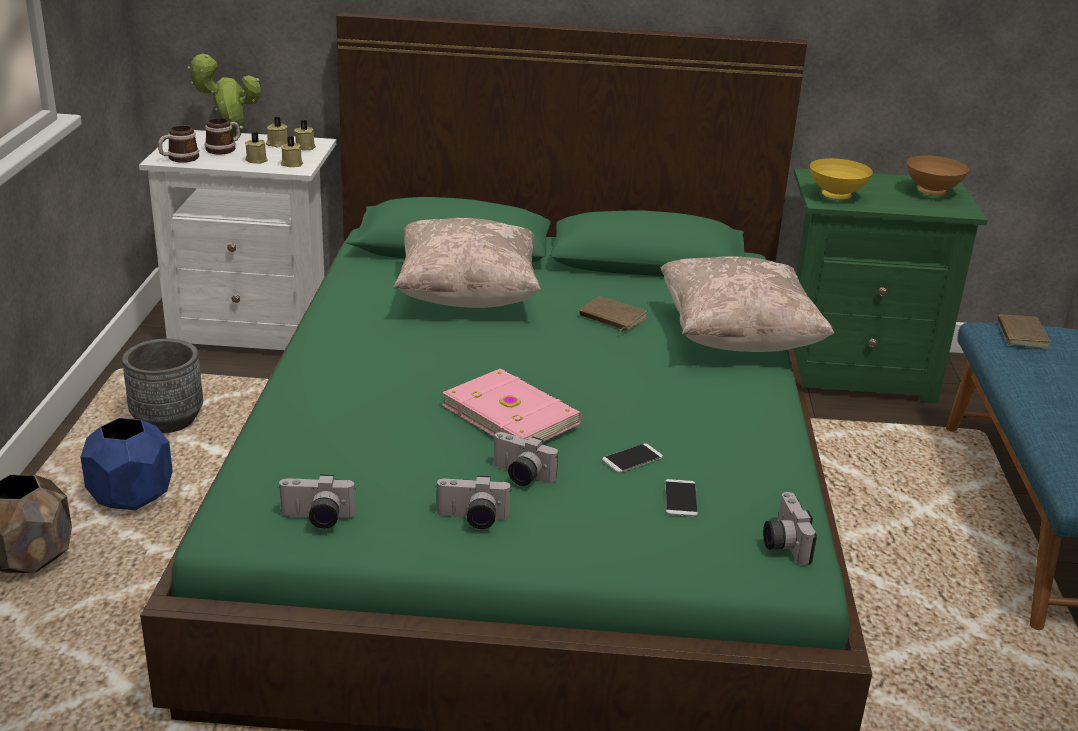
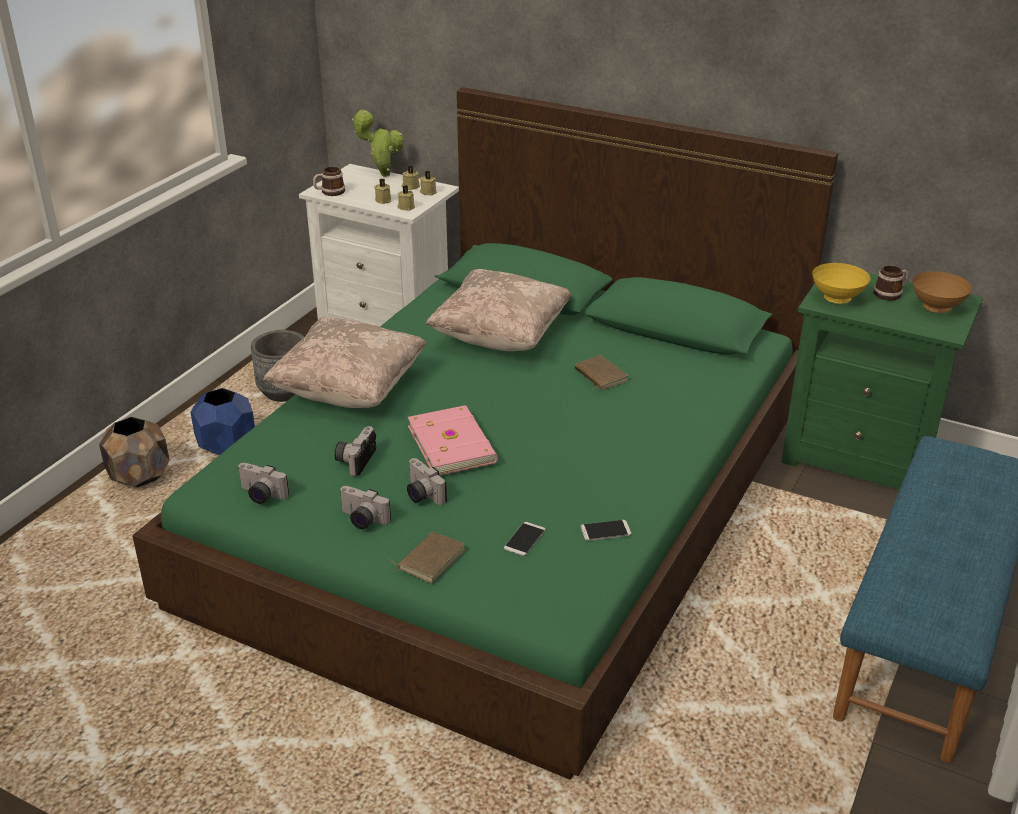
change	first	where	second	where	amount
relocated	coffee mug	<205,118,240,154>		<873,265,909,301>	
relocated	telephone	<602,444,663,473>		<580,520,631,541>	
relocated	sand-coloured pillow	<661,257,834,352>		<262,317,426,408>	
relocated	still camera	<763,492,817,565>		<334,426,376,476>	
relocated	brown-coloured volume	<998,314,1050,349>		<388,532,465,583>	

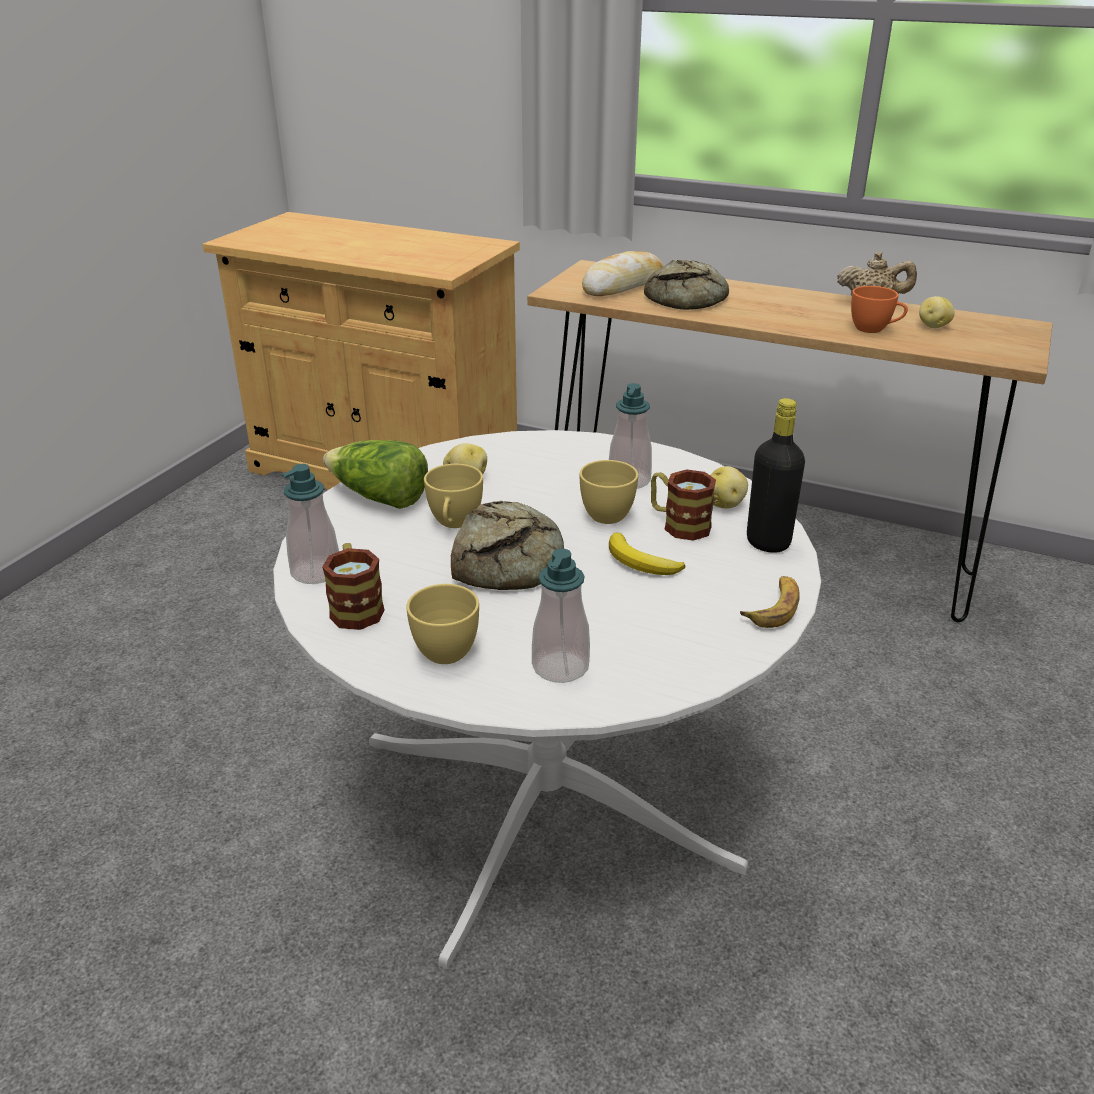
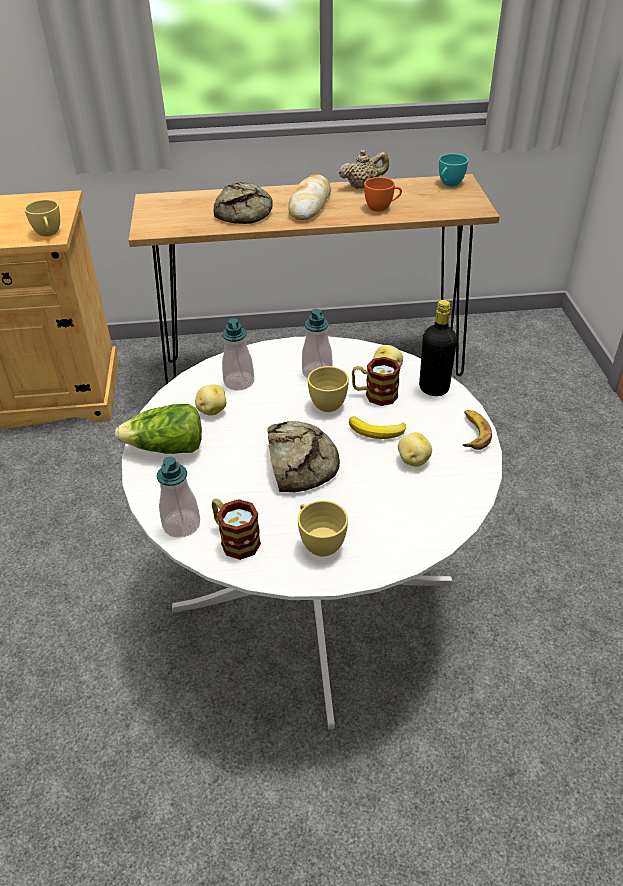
change	first	where	second	where	amount
relocated	yellowish small cup	<424,464,483,528>		<24,199,60,236>	
relocated	liquid soap bottle	<532,548,590,683>		<222,318,254,390>	
relocated	baked bread	<582,251,664,296>		<288,174,331,220>	
relocated	spud	<919,296,954,328>		<398,432,432,467>	
appeared			blue-green small cup	<439,154,468,186>	

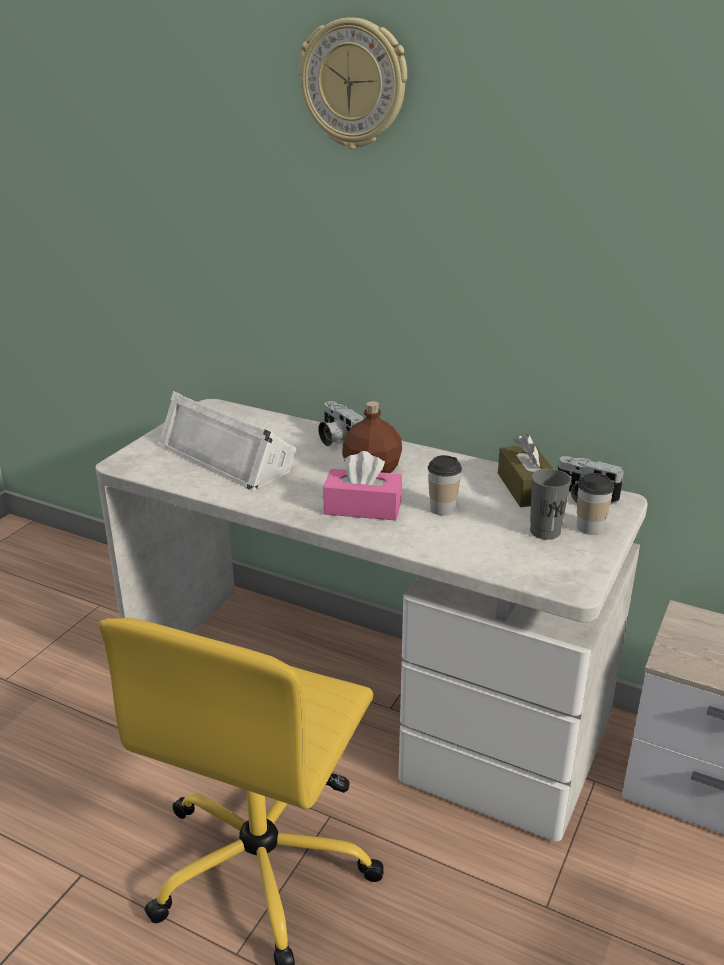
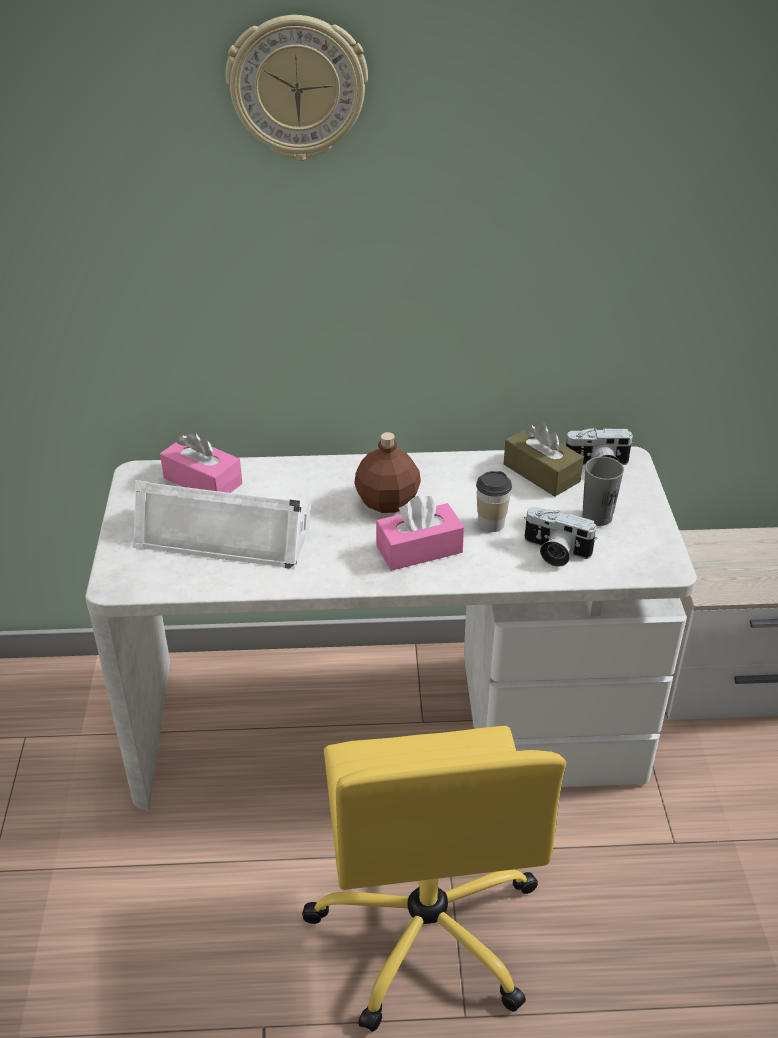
change	first	where	second	where	amount
relocated	still camera	<318,401,363,446>		<524,507,597,567>	
missing	small cup	<577,473,614,535>			
appeared			pink tissue box	<160,431,242,493>	

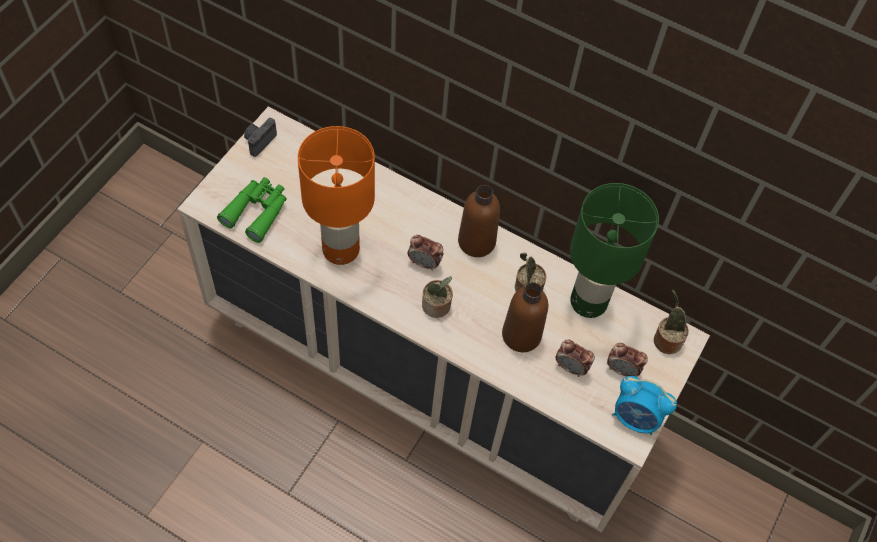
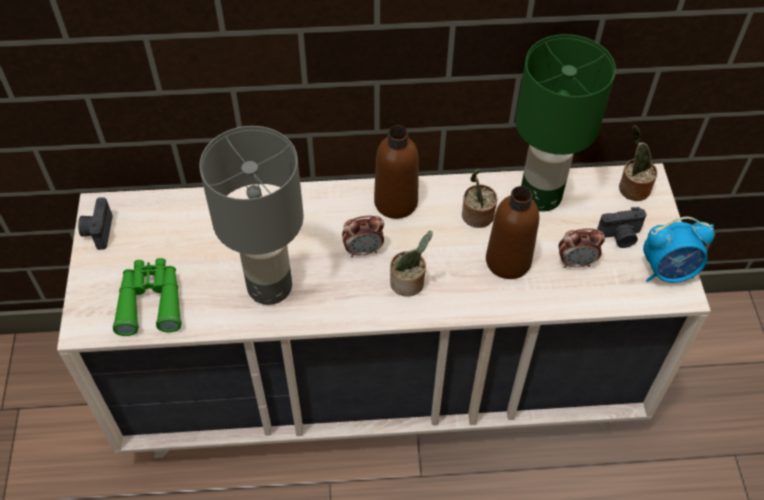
change	first	where	second	where	amount
colour	orangey table lamp	<298,126,375,265>	grey table lamp	<199,126,303,305>	
exchanged	bedside clock	<607,343,648,377>	still camera	<597,207,647,248>	

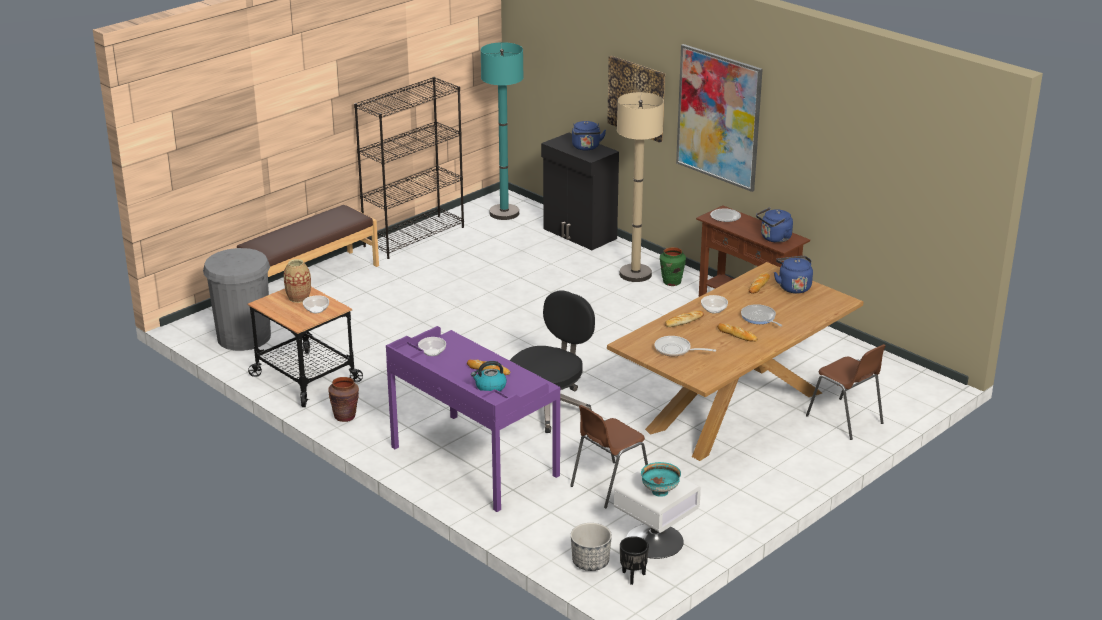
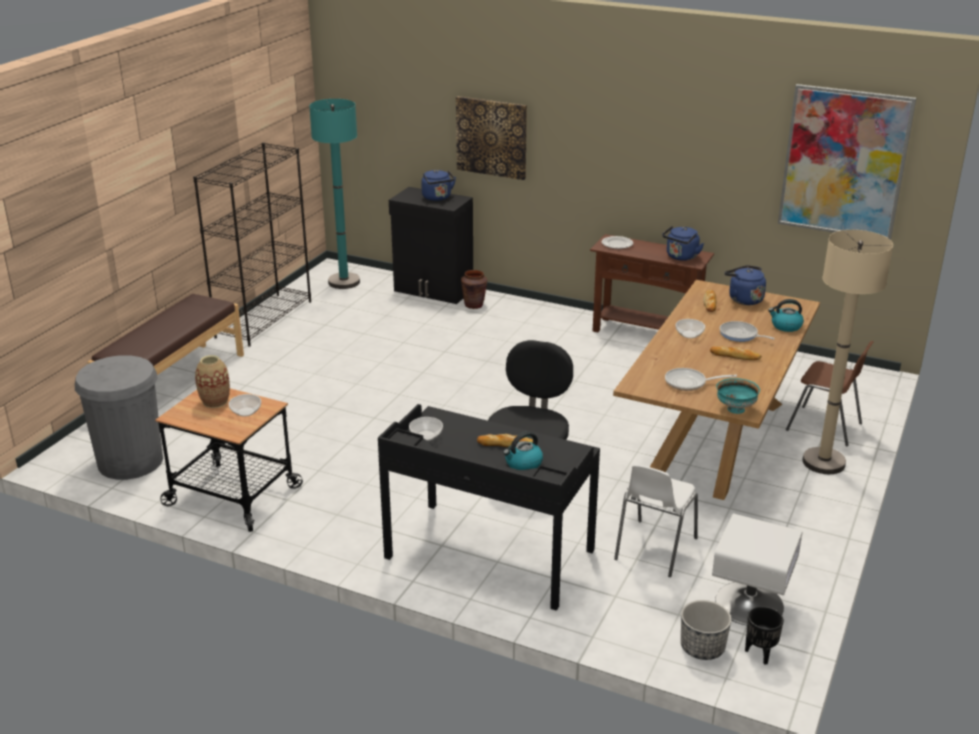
change	first	where	second	where	amount
relocated	brown-coloured vase	<328,377,359,422>		<461,270,487,309>	
colour	purplish desk table	<386,326,560,512>	black-coloured desk table	<378,404,600,611>	
colour	brown-coloured chair	<570,405,648,508>	whitish chair	<614,464,698,577>	
relocated	sand-coloured standard lamp	<617,92,664,282>		<802,230,893,474>	
relocated	blue-green bowl	<641,462,681,497>		<716,378,760,414>	
missing	green vase	<660,247,686,286>			
missing	baked bread	<665,311,704,327>			
relocated	picture	<676,44,763,192>		<778,84,916,240>	
appeared			water kettle	<768,299,804,332>	

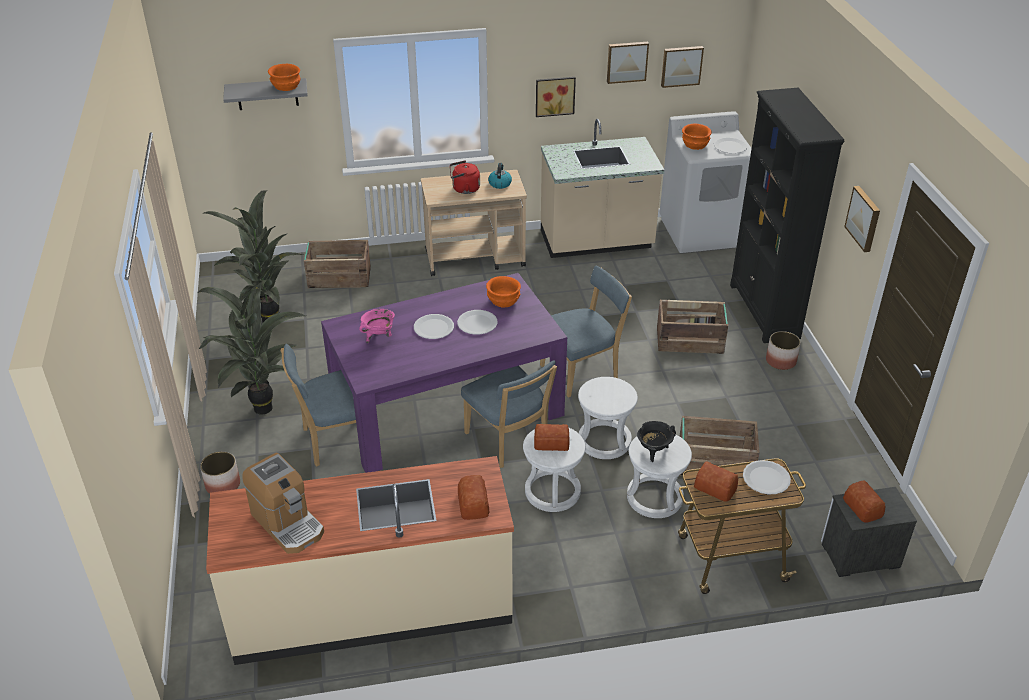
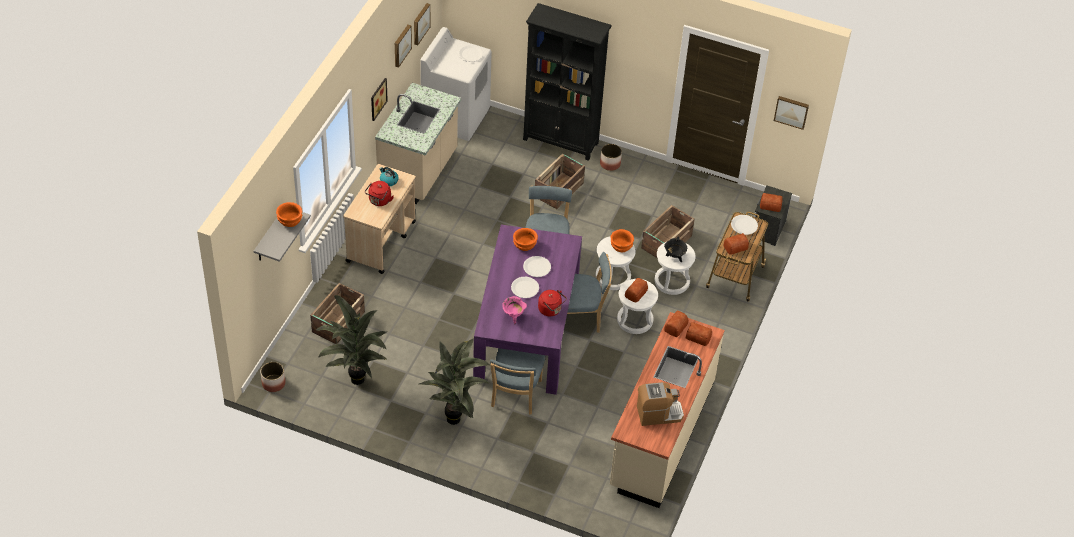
change	first	where	second	where	amount
relocated	flower pot	<200,451,240,494>		<260,362,285,392>	
relocated	orangey bowl	<682,124,712,150>		<610,229,634,252>	
relocated	picture	<844,186,880,252>		<774,96,809,130>	
appeared			red-coloured water kettle	<538,290,567,316>	
appeared			baked bread	<664,311,688,337>	

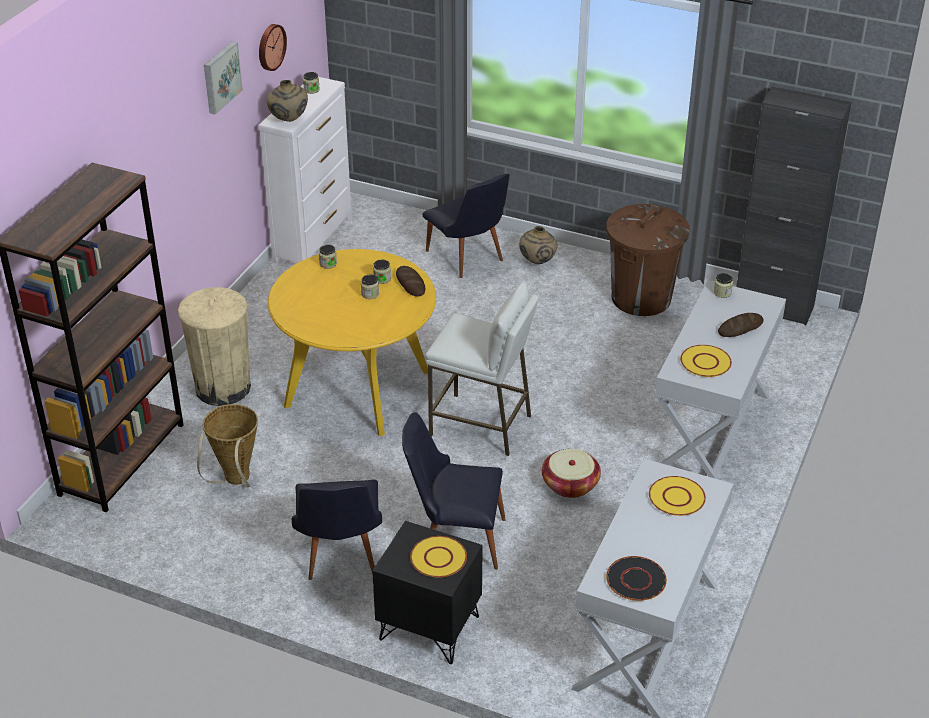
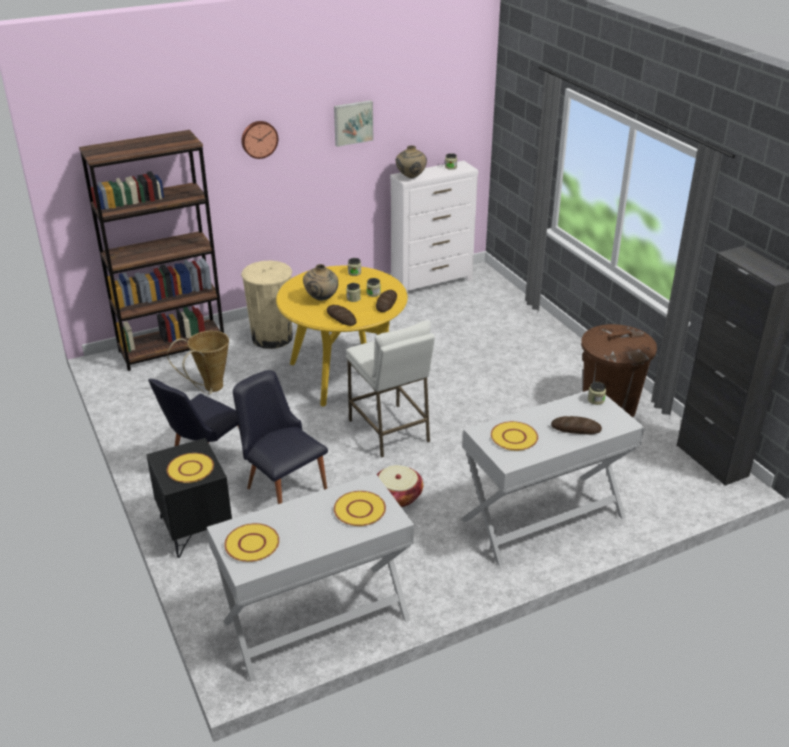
change	first	where	second	where	amount
relocated	hanging clock	<259,24,287,71>		<241,121,278,159>	
missing	black-coloured chair	<423,174,510,278>			
relocated	sand-coloured vase	<519,226,557,264>		<303,264,338,301>	
colour	black-coloured dinner plate	<606,556,667,601>	yellowish dinner plate	<224,523,279,562>	
appeared			baked bread	<327,305,356,326>	

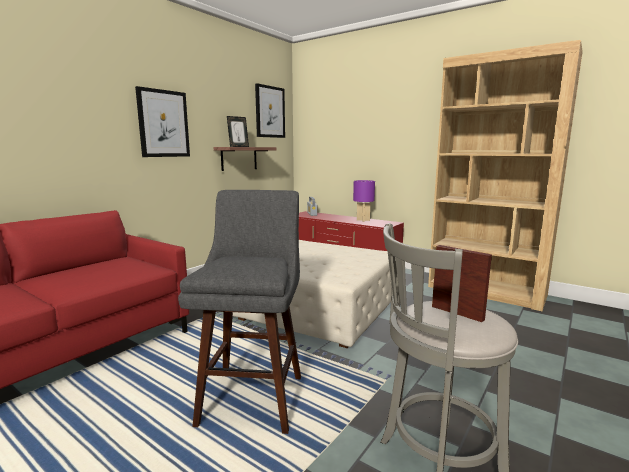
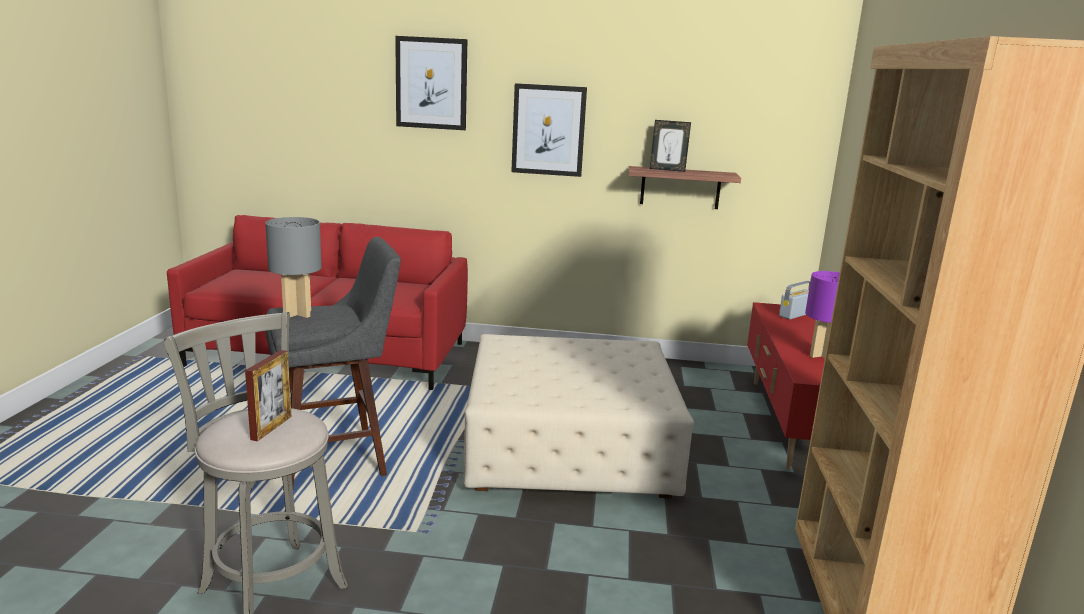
change	first	where	second	where	amount
relocated	picture	<255,83,285,138>		<395,36,467,130>	
appeared			grey table lamp	<265,217,322,318>	

